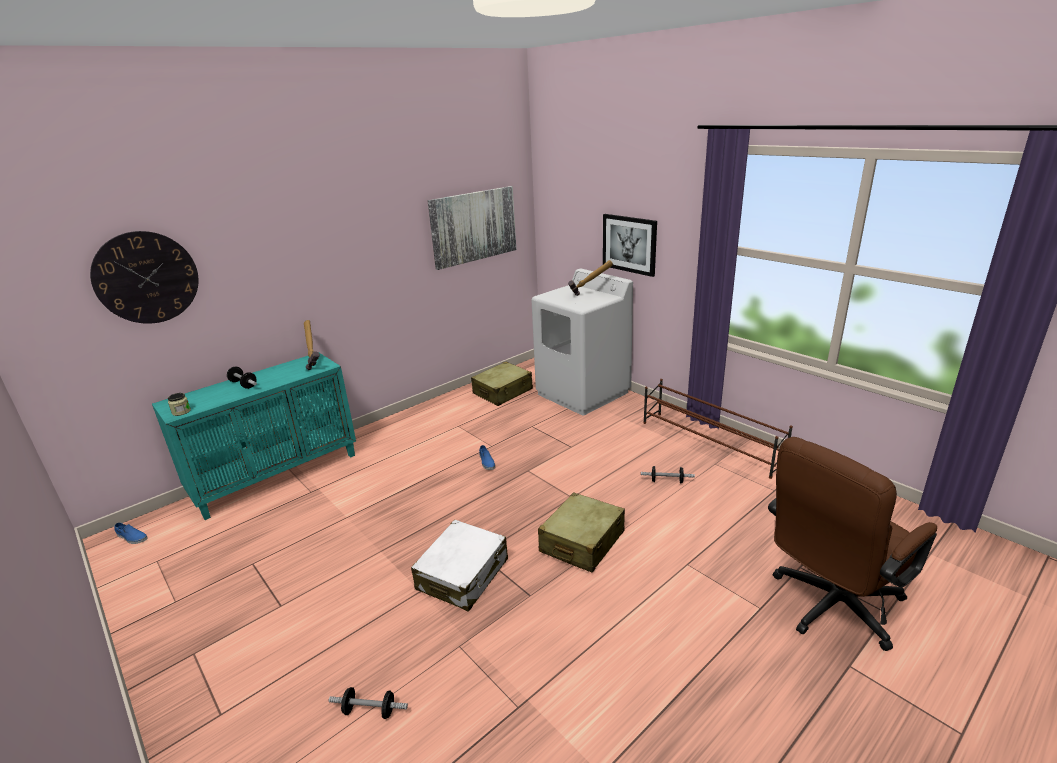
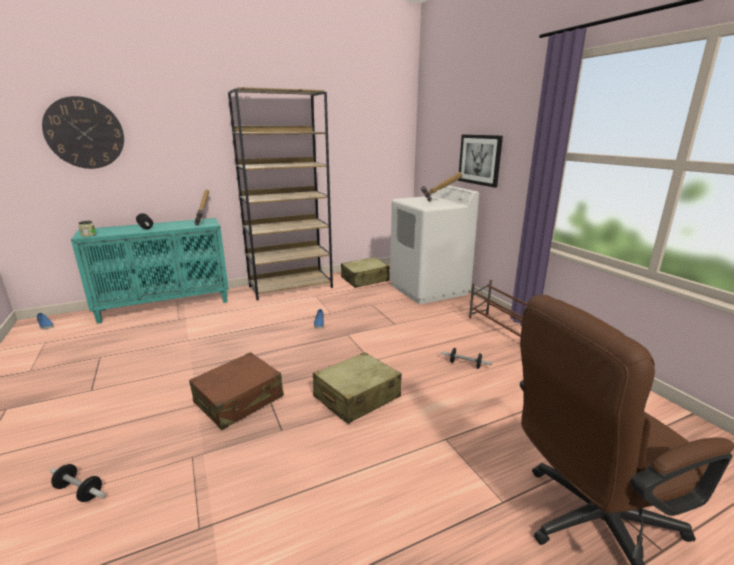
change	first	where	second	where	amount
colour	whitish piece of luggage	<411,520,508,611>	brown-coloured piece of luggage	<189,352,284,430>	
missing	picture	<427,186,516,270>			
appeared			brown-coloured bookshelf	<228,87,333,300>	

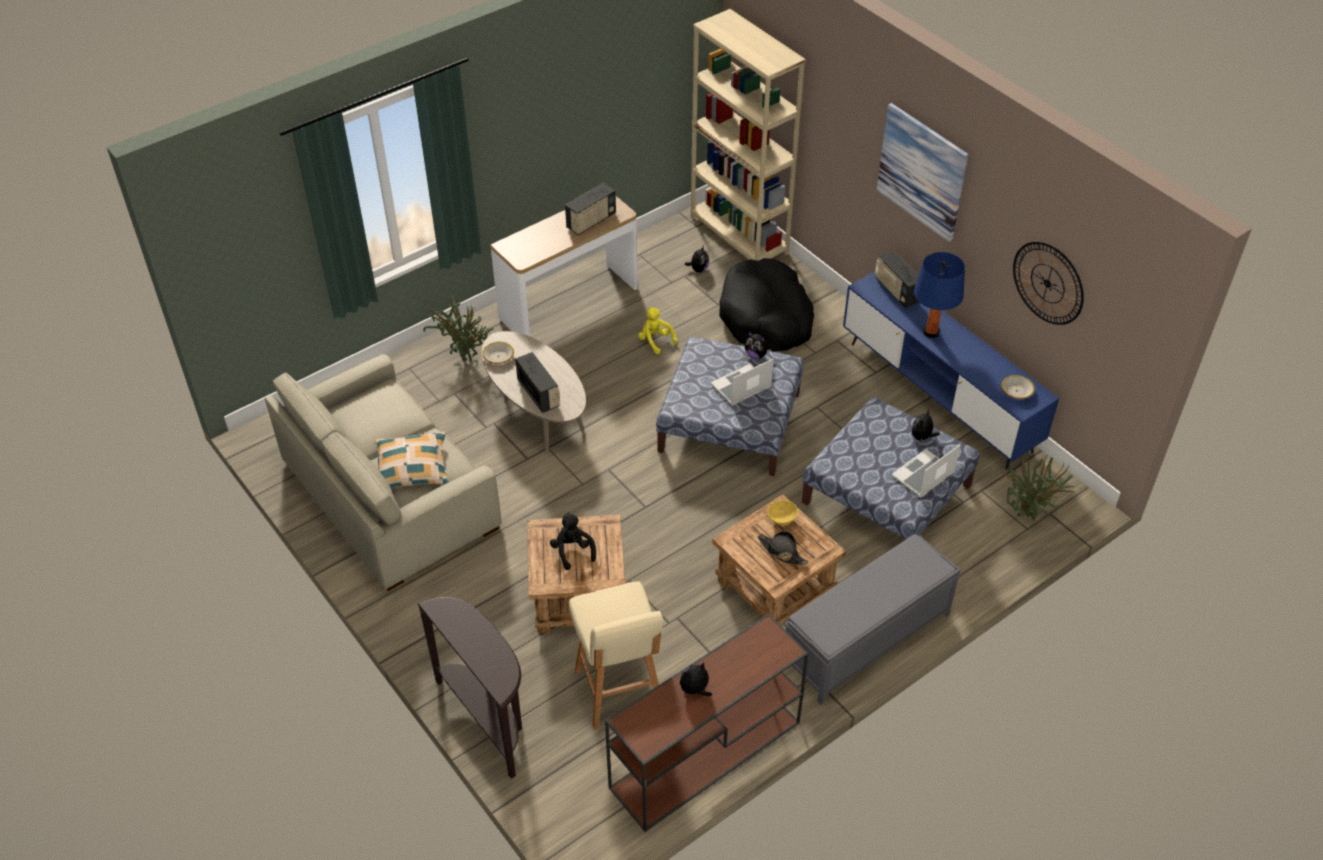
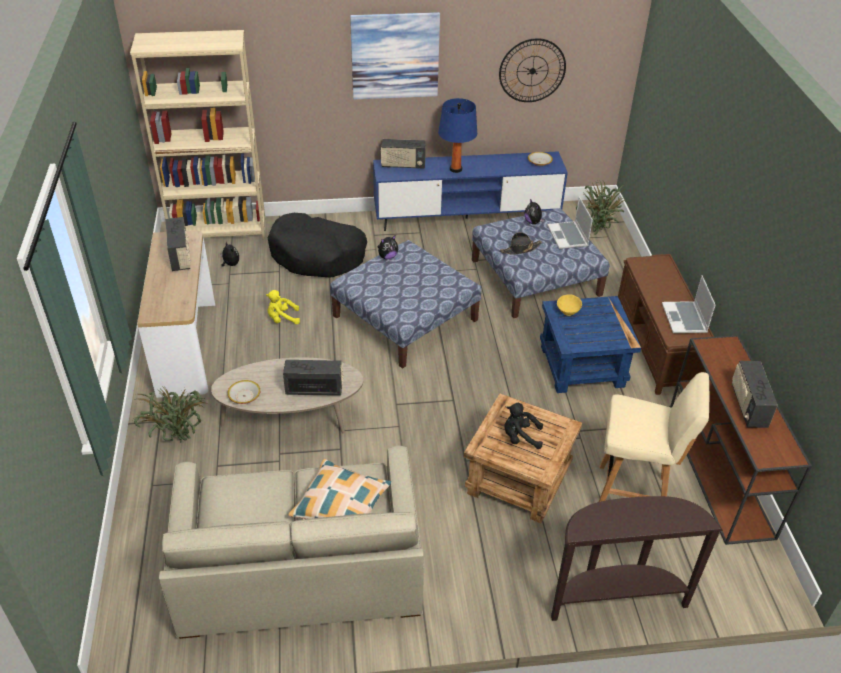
change	first	where	second	where	amount
exchanged	cuddly toy	<680,662,712,698>	radio set	<732,361,778,428>	
relocated	laptop	<711,359,773,406>		<662,276,715,333>	
colour	brown-coloured end table	<712,494,846,625>	blue-coloured end table	<540,296,641,393>	
relocated	black-coloured clothing hat	<758,531,809,565>		<500,232,542,255>	
colour	grey long seat	<784,534,962,705>	brown-coloured long seat	<618,254,714,395>	

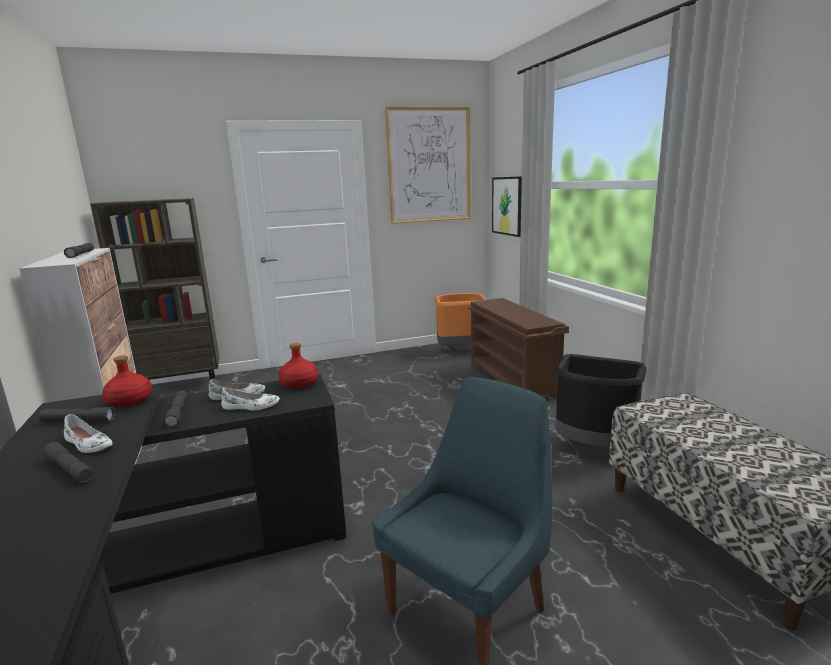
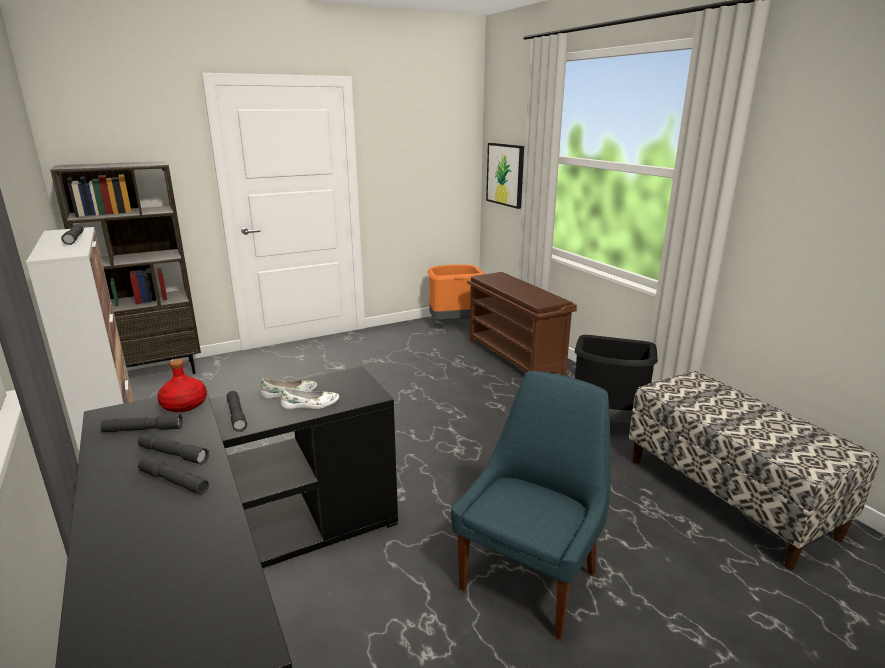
change	first	where	second	where	amount
exchanged	whitish low shoe	<64,414,113,453>	grey flashlight	<138,434,209,465>	
missing	red-coloured bottle	<278,343,318,389>			
missing	picture	<385,106,471,224>			

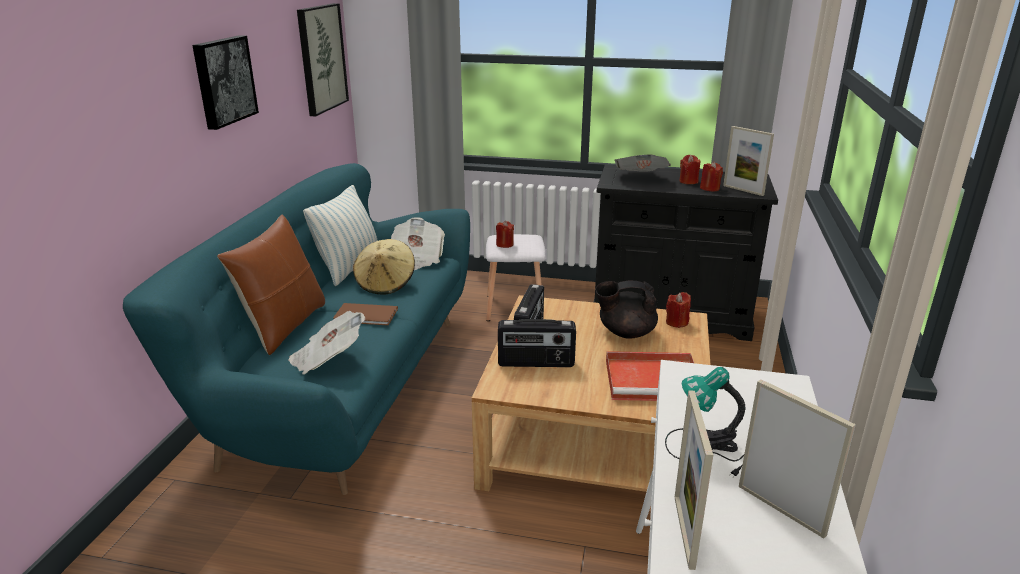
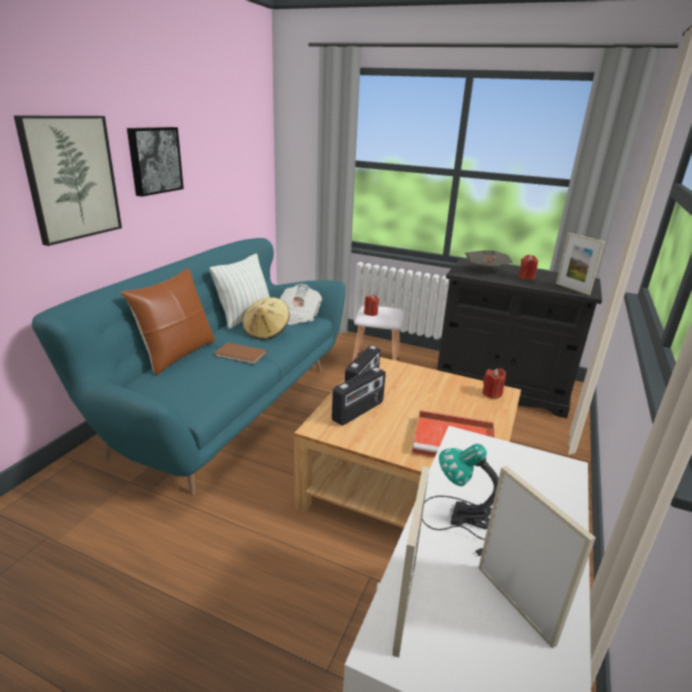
change	first	where	second	where	amount
missing	printed paper	<288,311,365,374>			
relocated	picture	<297,3,349,116>		<14,116,122,246>	
spun	radio set	<498,319,576,367>		<332,367,386,426>	60 degrees counterclockwise
missing	black-coloured teapot	<595,281,658,338>			
missing	red-coloured candle	<700,161,723,191>			

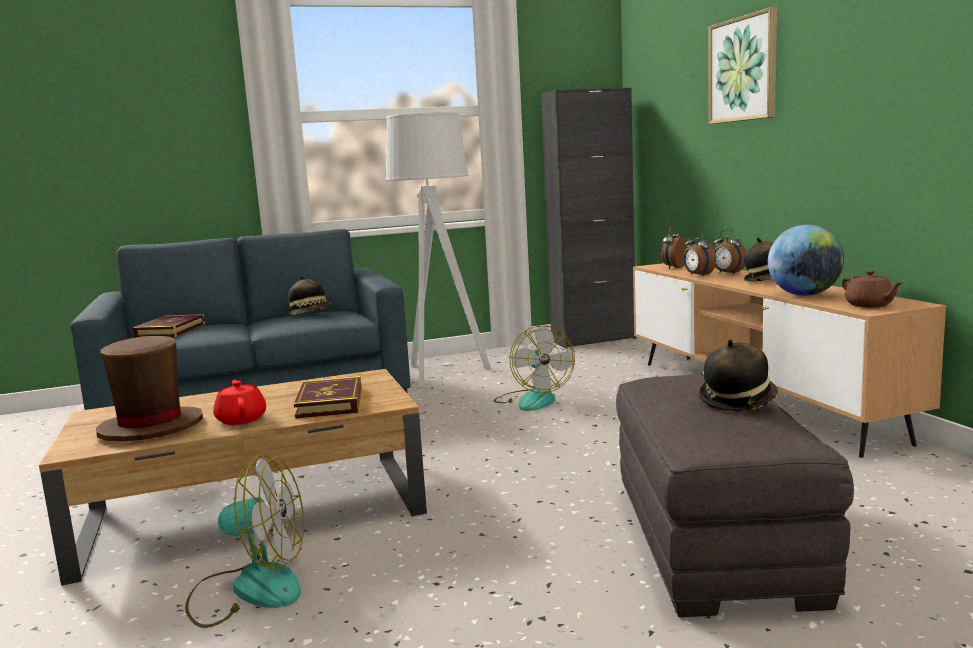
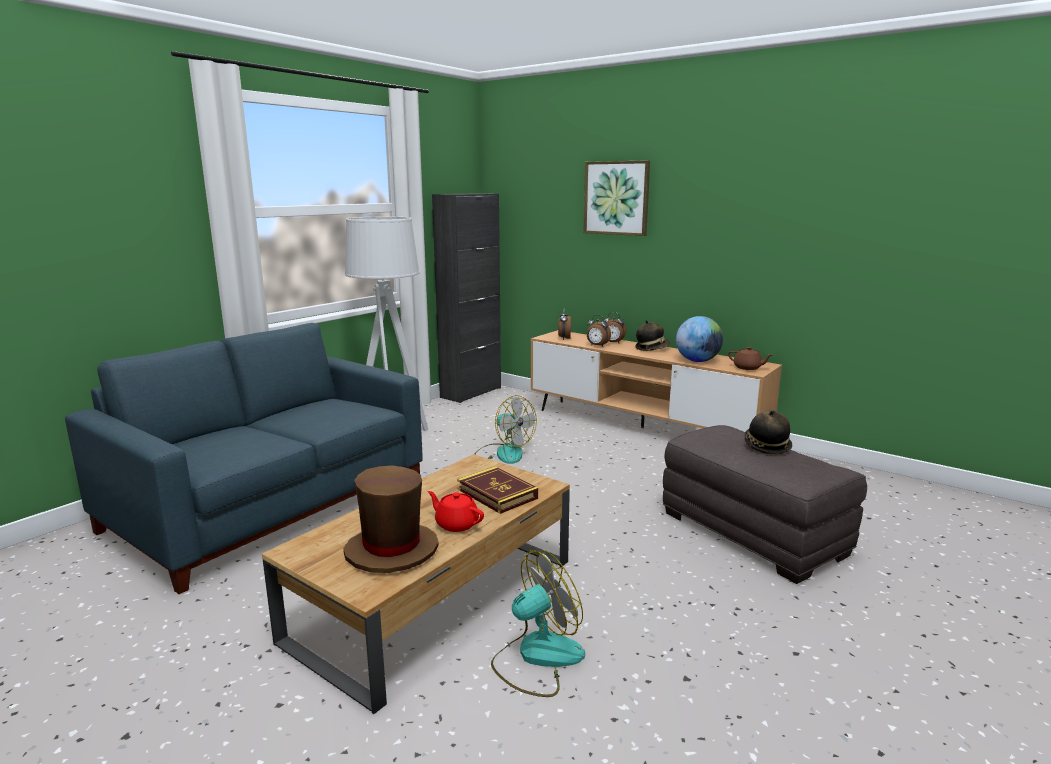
change	first	where	second	where	amount
missing	volume	<132,314,205,338>			
missing	clothing hat	<287,275,331,316>			

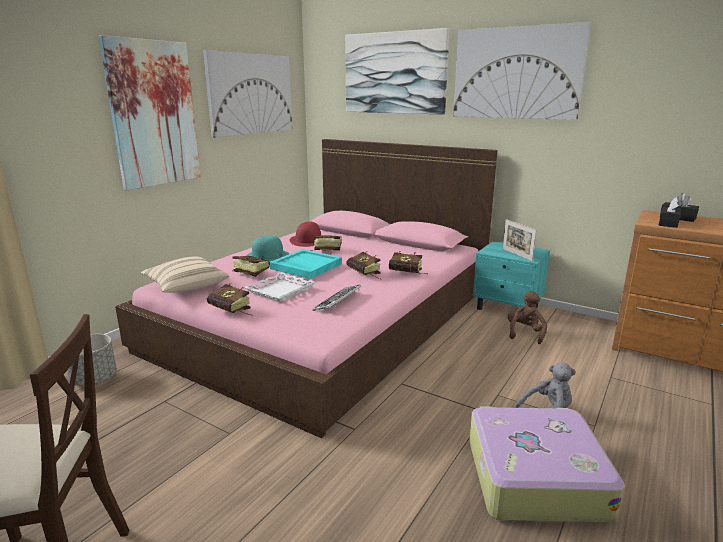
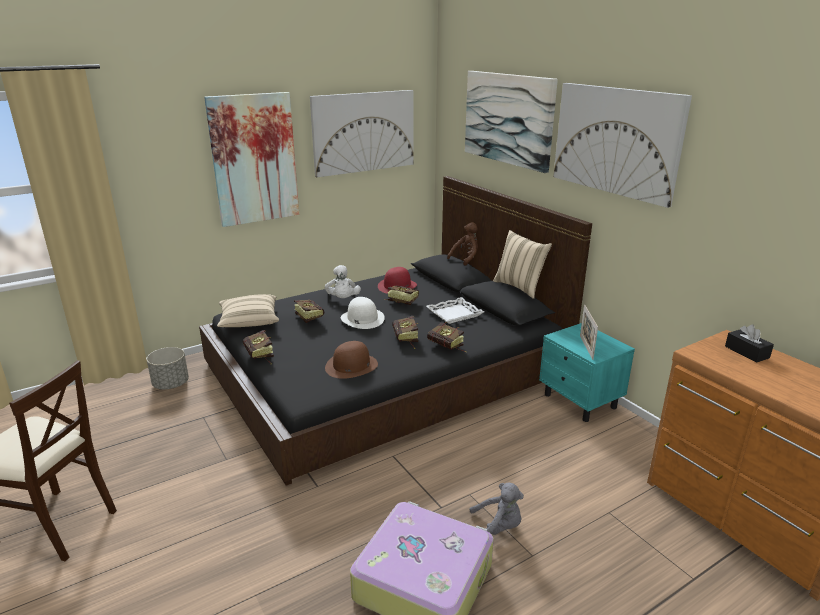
change	first	where	second	where	amount
colour	pink sleeping bed	<115,139,497,438>	black-coloured sleeping bed	<199,176,592,486>	
relocated	whitish carrying tray	<244,272,315,302>		<426,297,484,324>	
exchanged	blue-green clothing hat	<247,236,290,261>	whitish cuddly toy	<325,265,361,298>	
exchanged	blue-green carrying tray	<270,249,342,279>	whitish clothing hat	<341,297,385,329>	
exchanged	PC keyboard	<313,285,361,311>	brown-coloured clothing hat	<325,341,378,379>	
relocated	brown-coloured cuddly toy	<507,291,547,344>		<447,222,478,266>	
missing	black-coloured tissue box	<659,197,681,228>			
appeared			sand-coloured pillow	<493,230,552,299>	

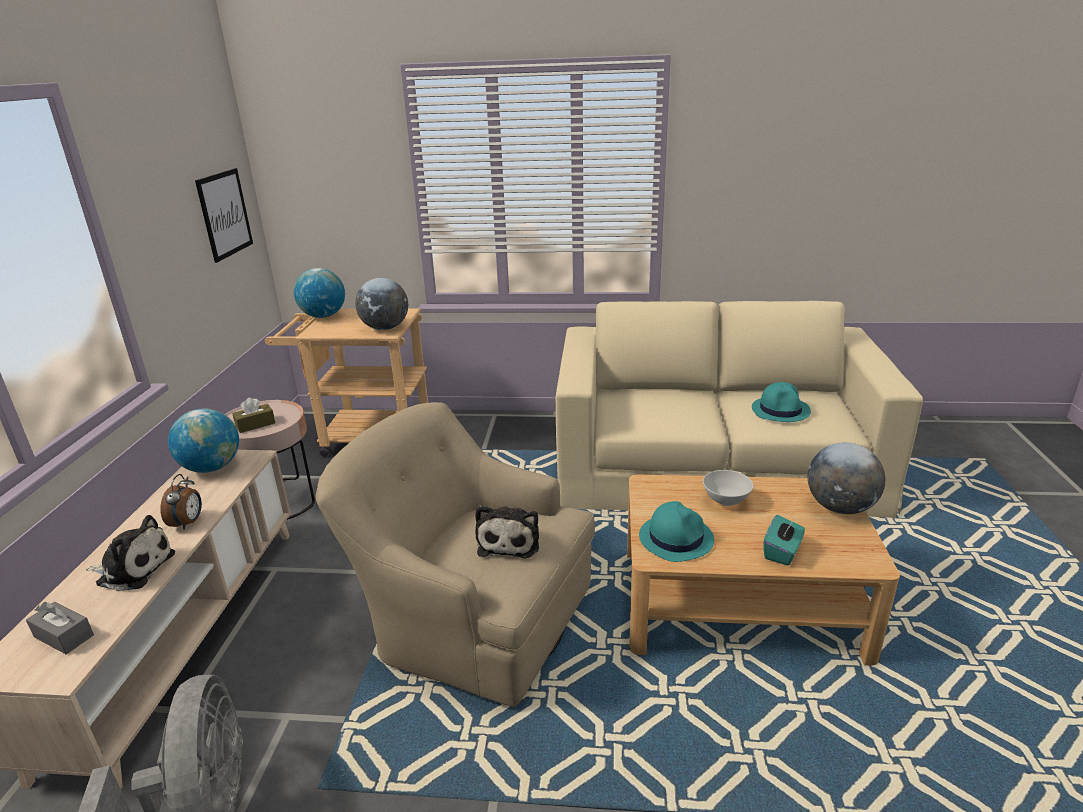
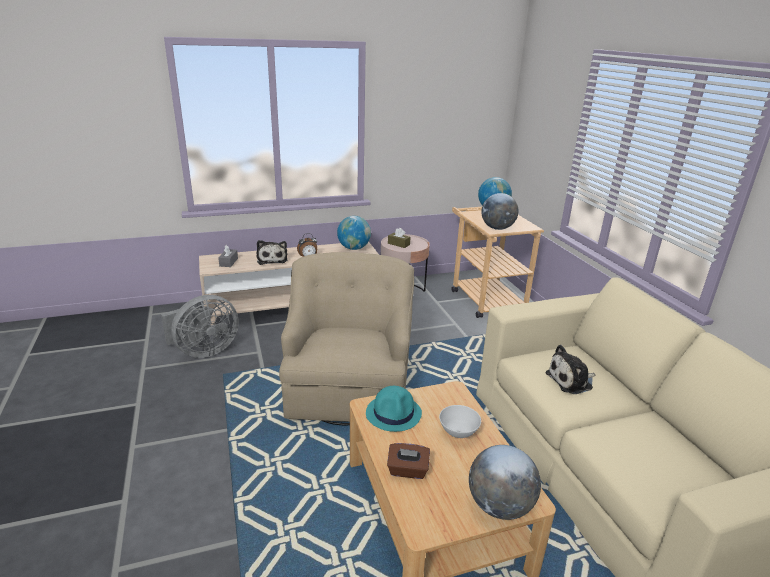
change	first	where	second	where	amount
missing	picture	<195,168,253,263>			
relocated	cuddly toy	<475,505,539,559>		<546,345,596,394>	
missing	blue-green clothing hat	<752,382,811,422>			
colour	blue-green tissue box	<763,515,805,565>	brown-coloured tissue box	<387,443,430,479>	

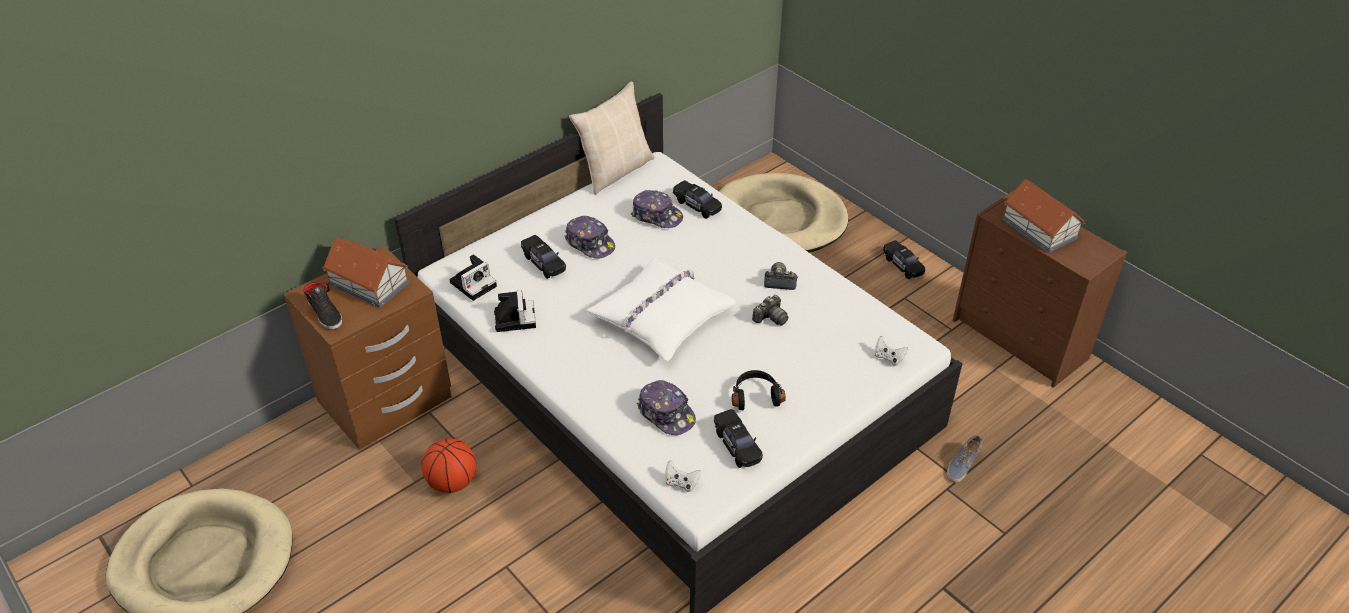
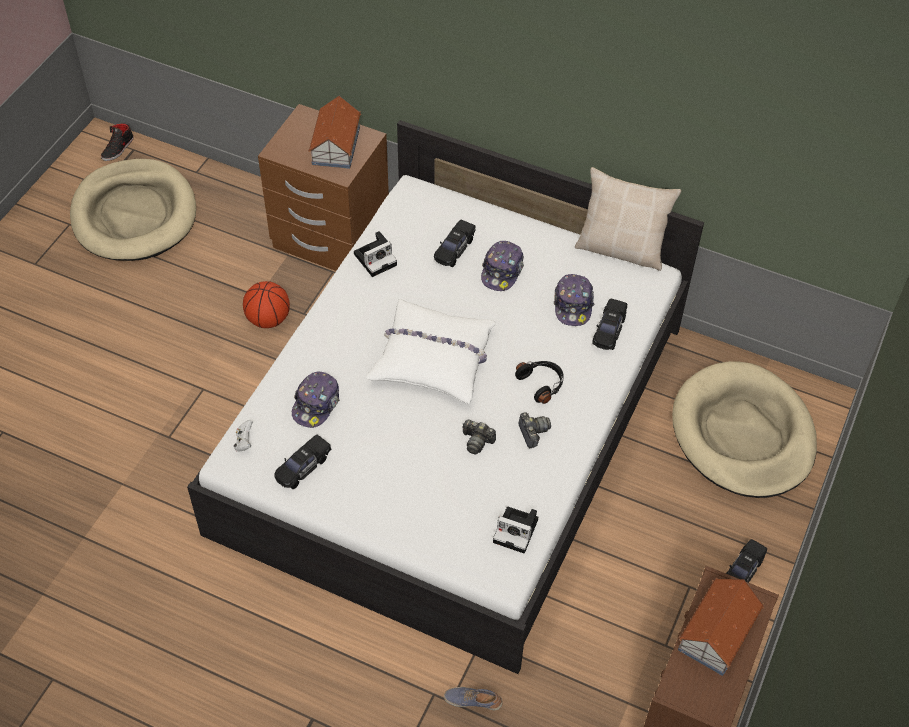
change	first	where	second	where	amount
relocated	black-coloured low shoe	<304,282,342,330>		<101,123,134,161>	
relocated	still camera	<450,254,497,301>		<493,506,538,553>	
relocated	black-coloured headphones	<732,370,786,410>		<515,361,564,404>	
missing	whitish joypad	<875,336,908,366>			

